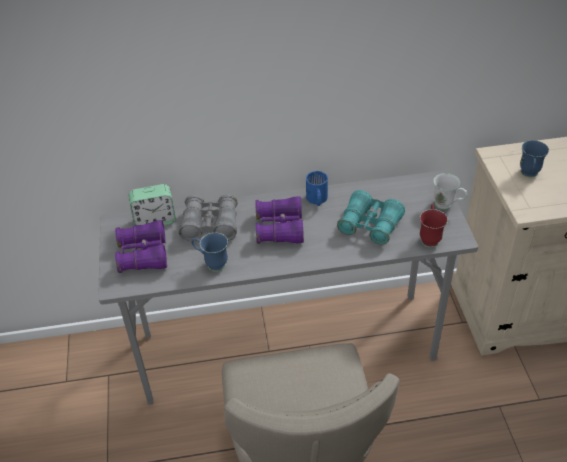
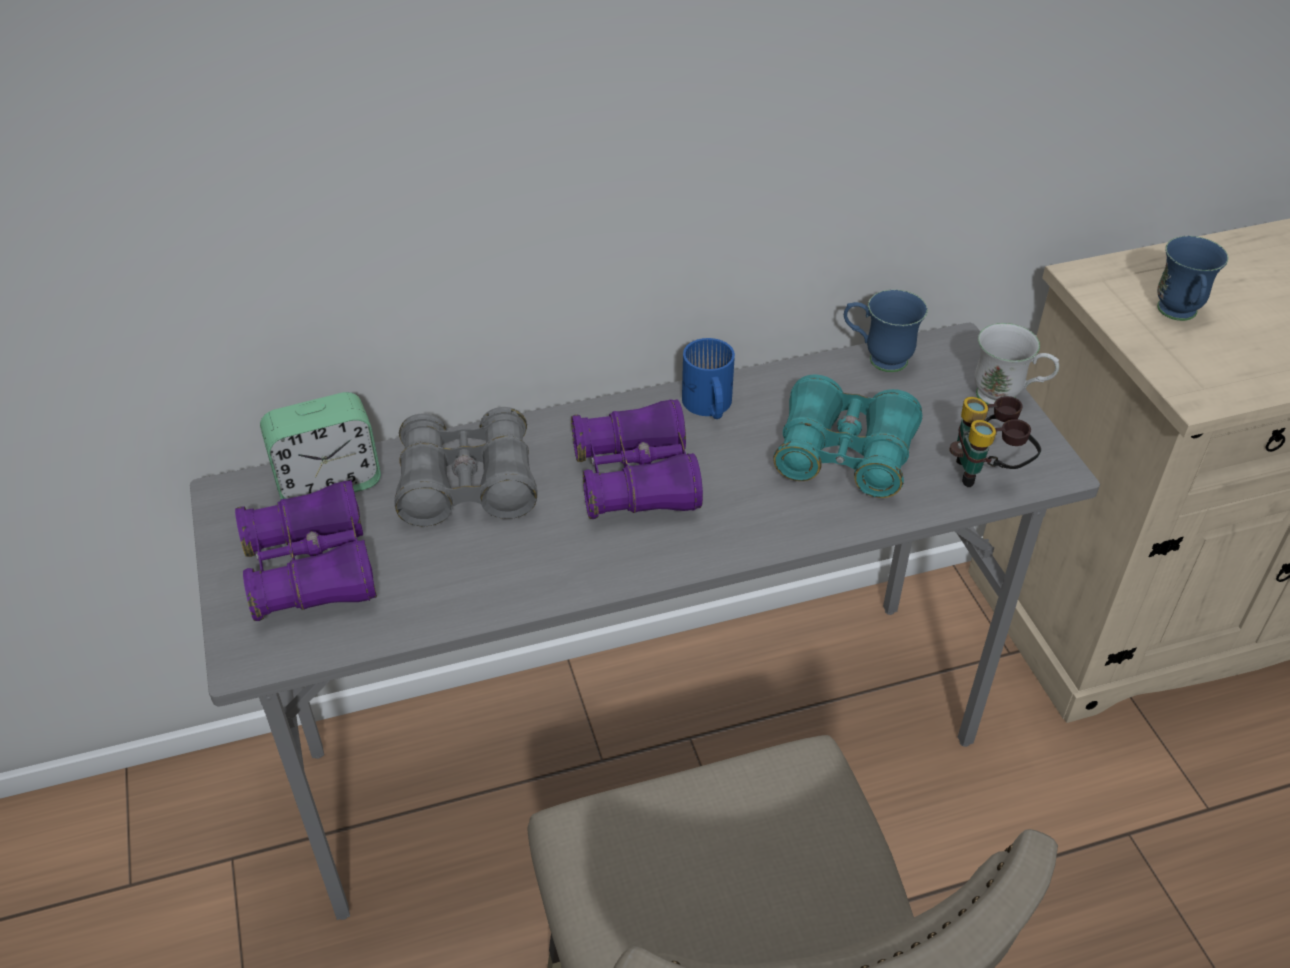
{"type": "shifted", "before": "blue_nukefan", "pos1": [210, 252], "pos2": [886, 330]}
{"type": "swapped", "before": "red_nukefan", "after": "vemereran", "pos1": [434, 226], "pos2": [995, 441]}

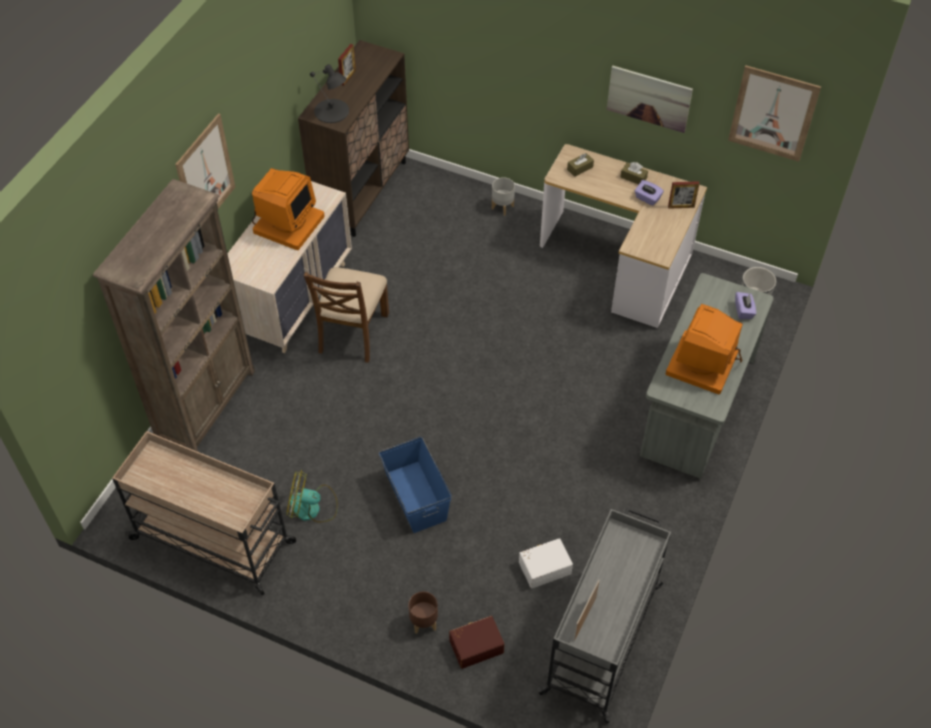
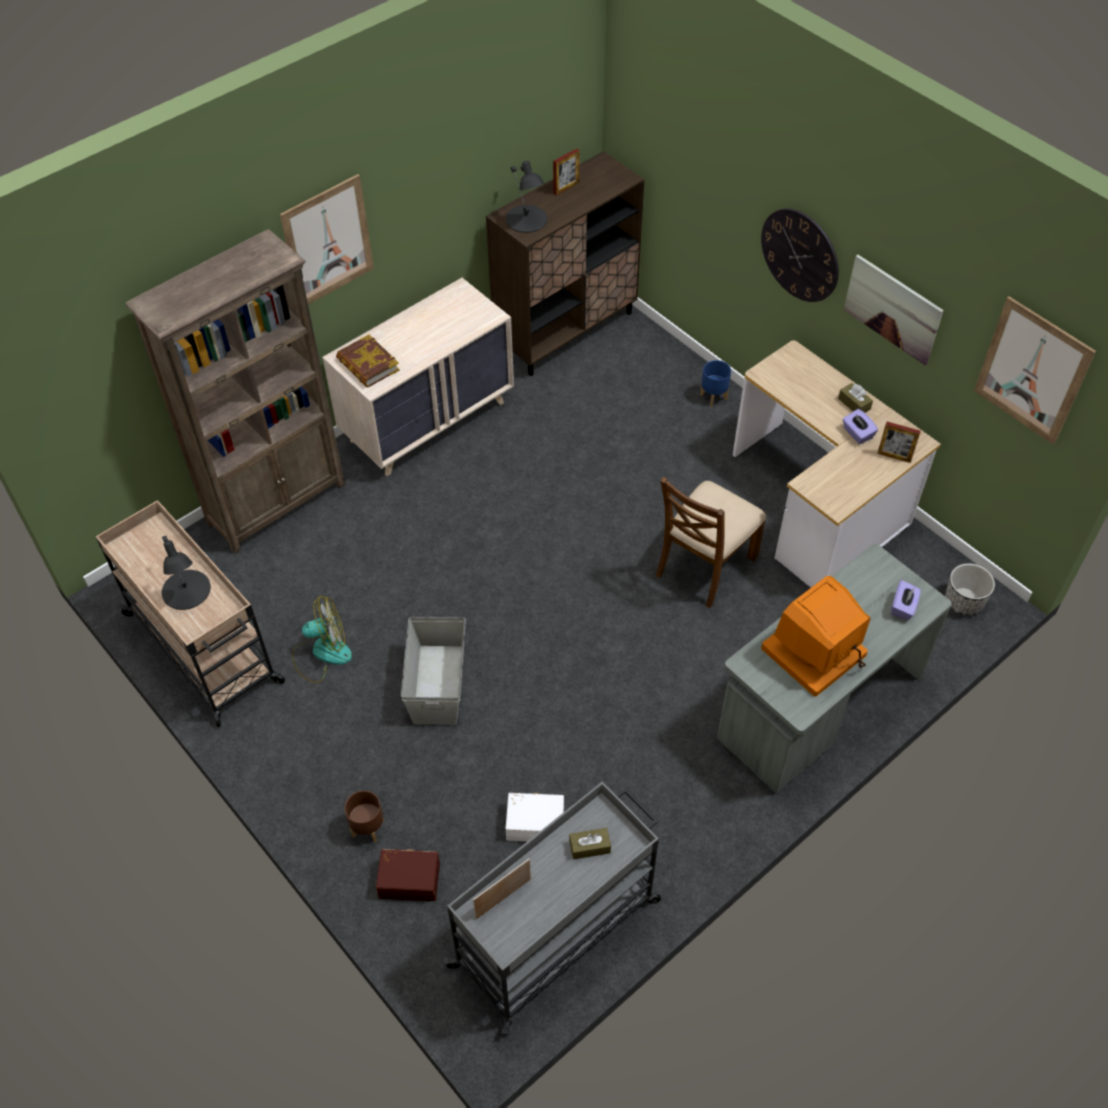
{"type": "gone", "before": "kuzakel", "pos1": [288, 209]}
{"type": "rotated", "before": "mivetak", "pos1": [312, 496], "pos2": [322, 639], "turn": 135}
{"type": "shifted", "before": "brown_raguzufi", "pos1": [346, 315], "pos2": [711, 542]}
{"type": "repainted", "before": "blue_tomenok", "after": "grey_tomenok", "pos1": [415, 485], "pos2": [433, 671]}
{"type": "repainted", "before": "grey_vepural", "after": "blue_vepural", "pos1": [503, 196], "pos2": [715, 383]}
{"type": "shifted", "before": "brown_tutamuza", "pos1": [580, 165], "pos2": [590, 844]}
{"type": "new", "after": "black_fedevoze", "pos2": [186, 573]}
{"type": "new", "after": "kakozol", "pos2": [368, 361]}
{"type": "new", "after": "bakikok", "pos2": [800, 255]}

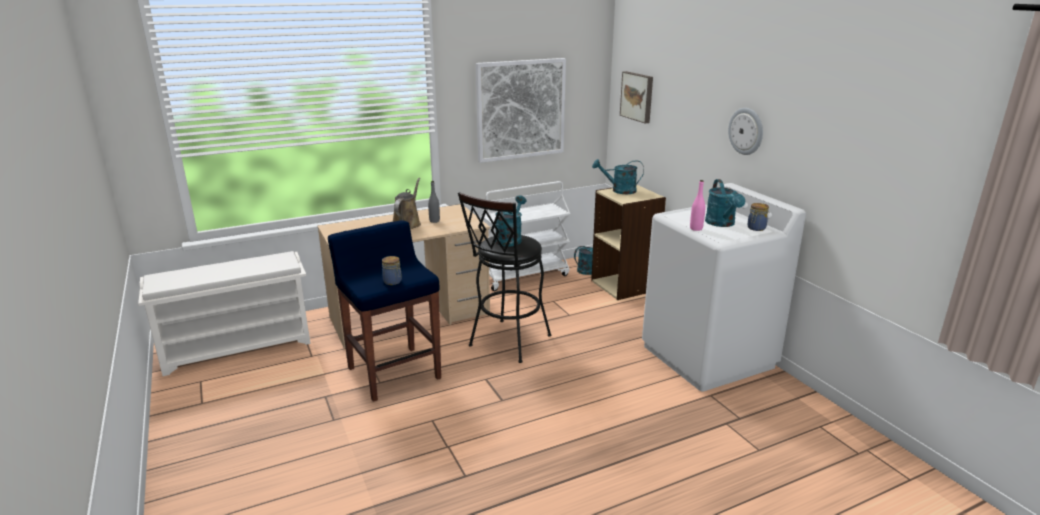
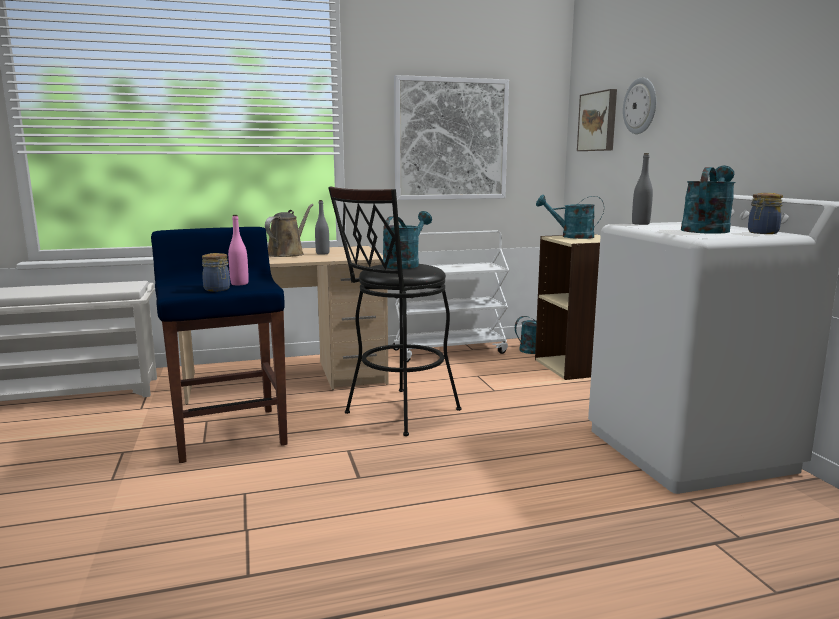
{"type": "shifted", "before": "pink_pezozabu", "pos1": [697, 205], "pos2": [238, 250]}
{"type": "rotated", "before": "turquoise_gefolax", "pos1": [725, 203], "pos2": [708, 200], "turn": -150}
{"type": "shifted", "before": "bakikok", "pos1": [745, 131], "pos2": [639, 105]}
{"type": "new", "after": "grey_pezozabu", "pos2": [642, 189]}

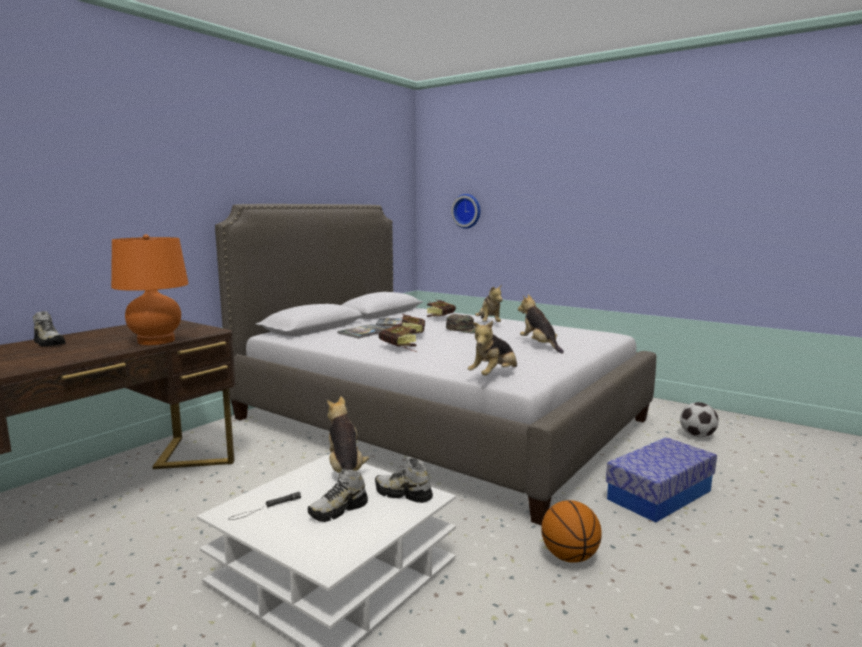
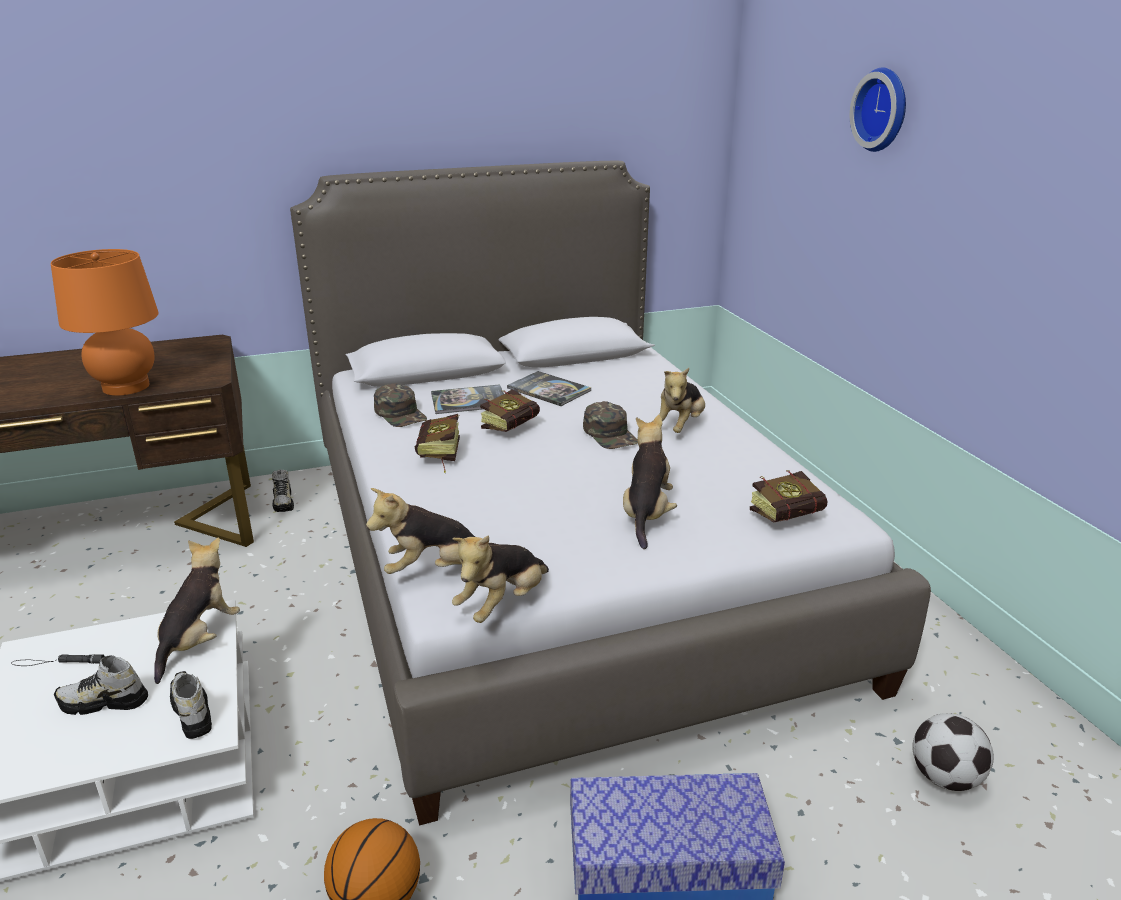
{"type": "shifted", "before": "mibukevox", "pos1": [49, 329], "pos2": [283, 491]}
{"type": "shifted", "before": "kakozol", "pos1": [441, 309], "pos2": [788, 496]}
{"type": "shifted", "before": "bakikok", "pos1": [465, 211], "pos2": [878, 109]}
{"type": "new", "after": "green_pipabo", "pos2": [400, 405]}
{"type": "new", "after": "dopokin", "pos2": [500, 579]}

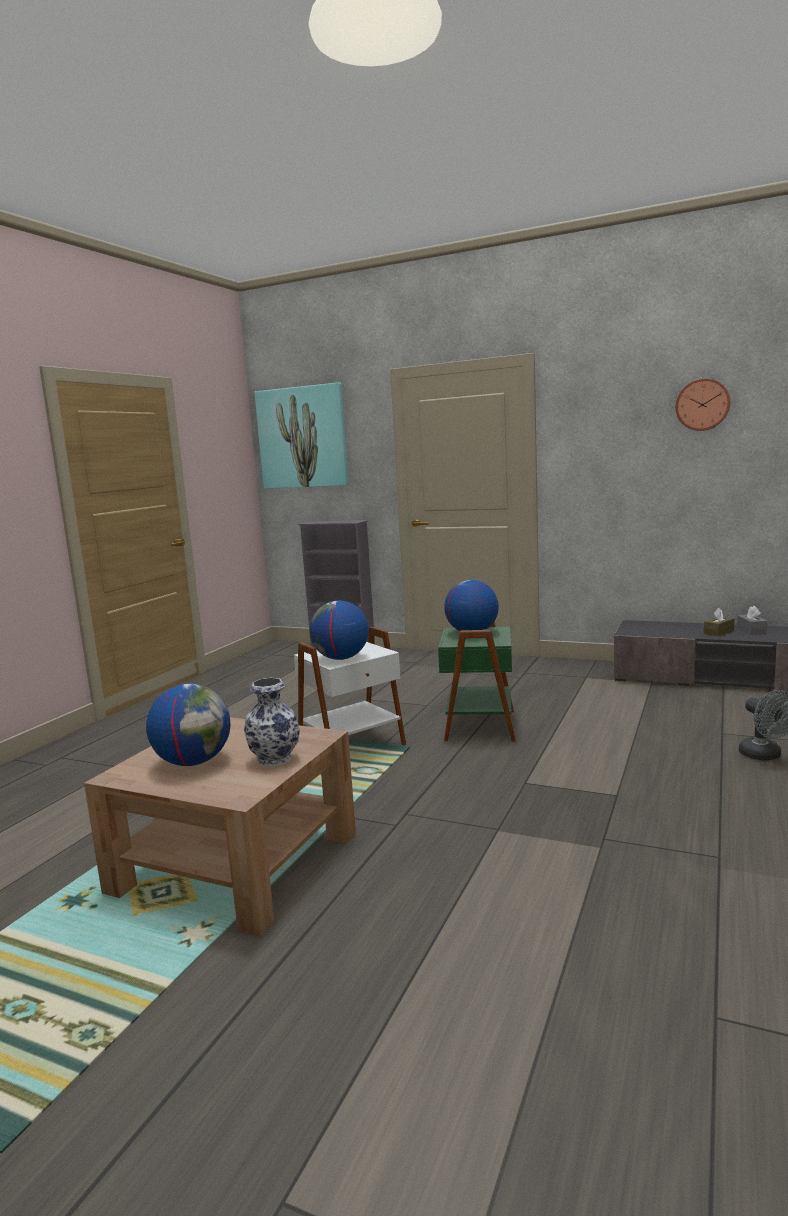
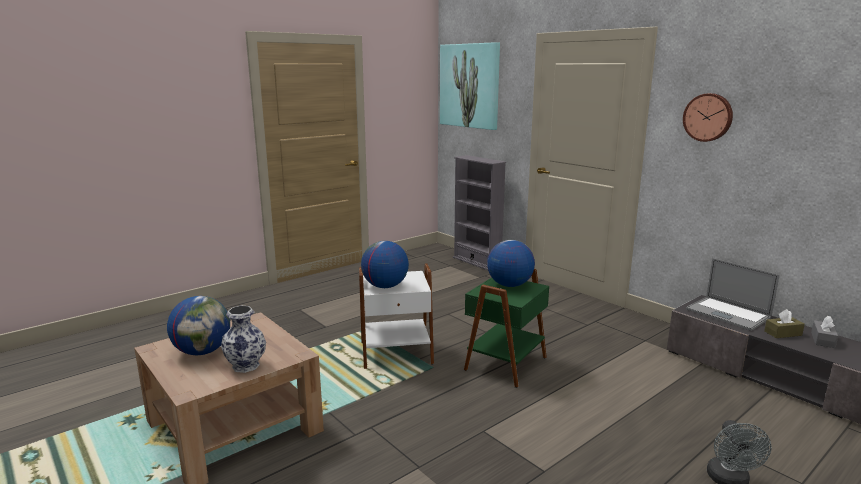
{"type": "shifted", "before": "bakikok", "pos1": [703, 404], "pos2": [708, 117]}
{"type": "new", "after": "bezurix", "pos2": [732, 294]}

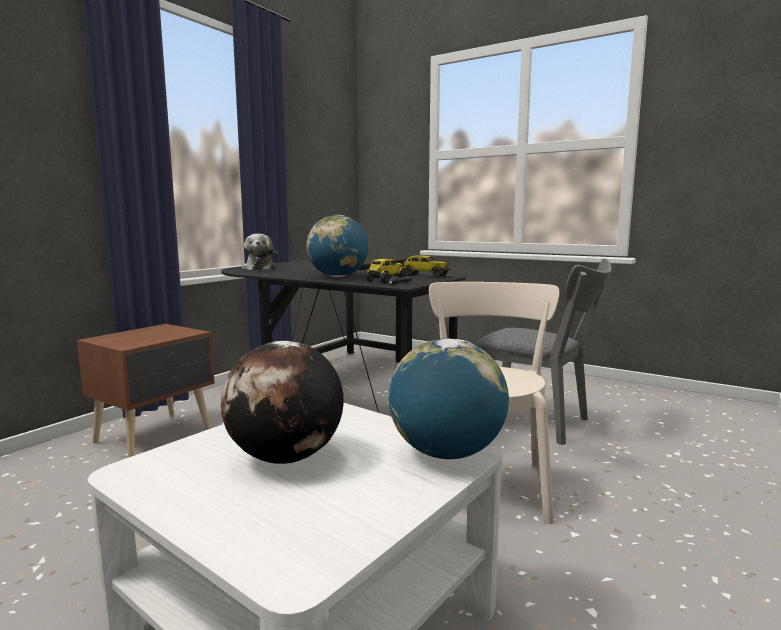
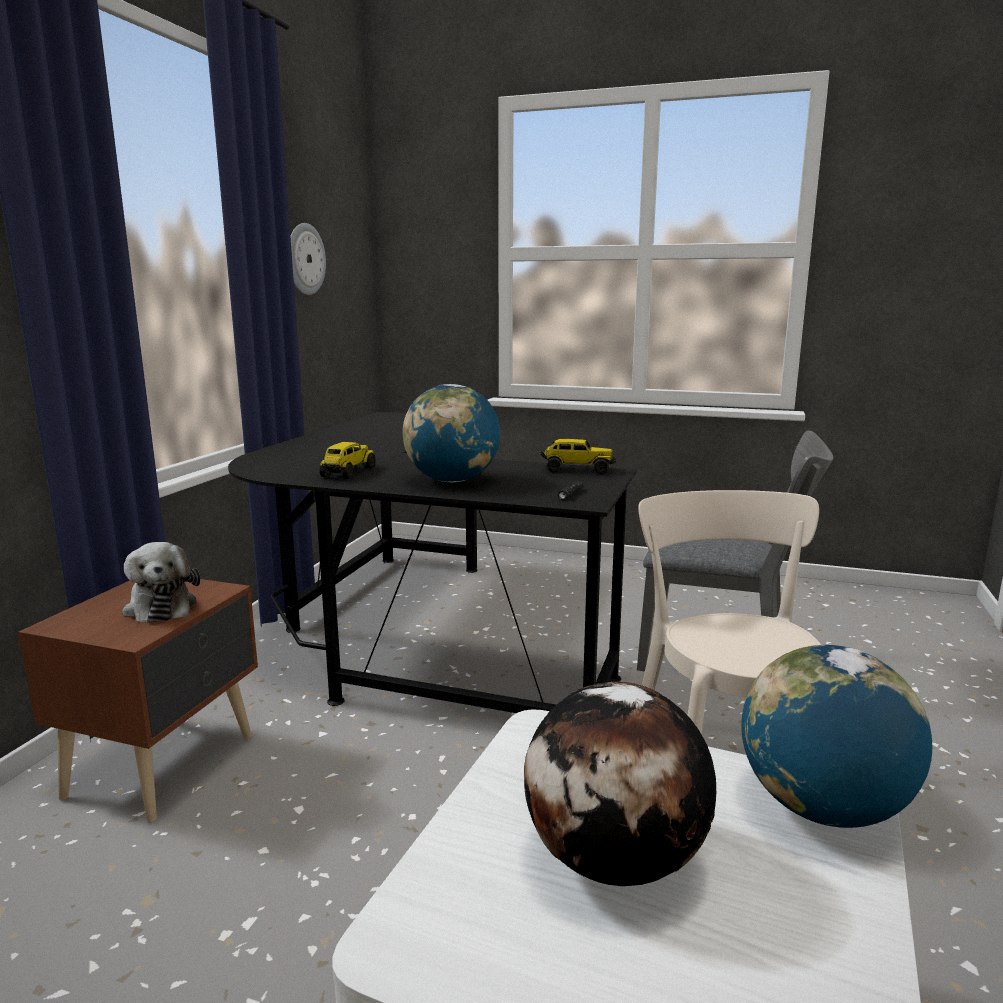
{"type": "shifted", "before": "dopokin", "pos1": [260, 252], "pos2": [161, 582]}
{"type": "shifted", "before": "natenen", "pos1": [386, 271], "pos2": [348, 460]}
{"type": "new", "after": "bakikok", "pos2": [308, 259]}

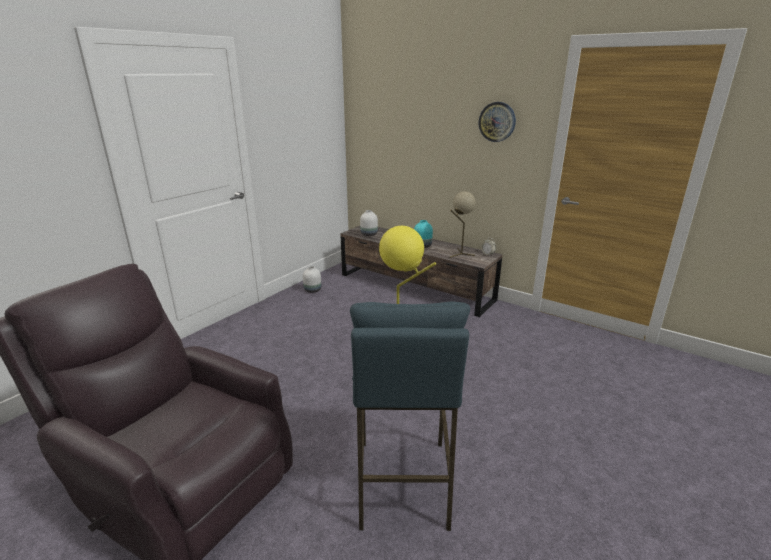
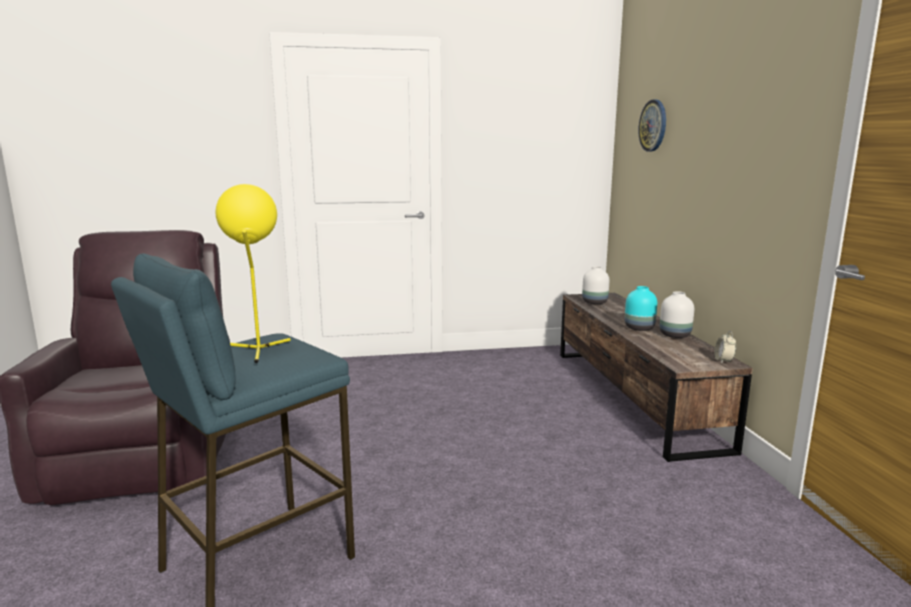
{"type": "shifted", "before": "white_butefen", "pos1": [312, 279], "pos2": [677, 314]}
{"type": "gone", "before": "beige_fedevoze", "pos1": [462, 224]}
{"type": "shifted", "before": "bakikok", "pos1": [497, 122], "pos2": [652, 125]}

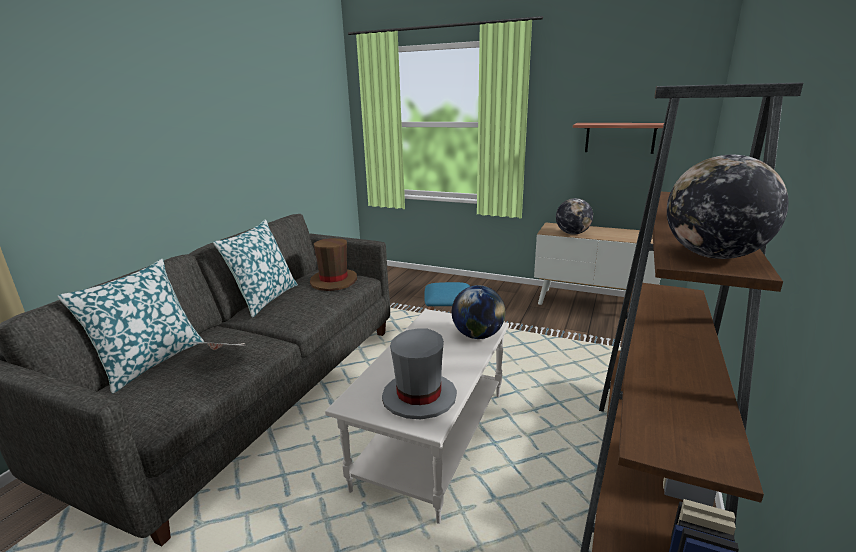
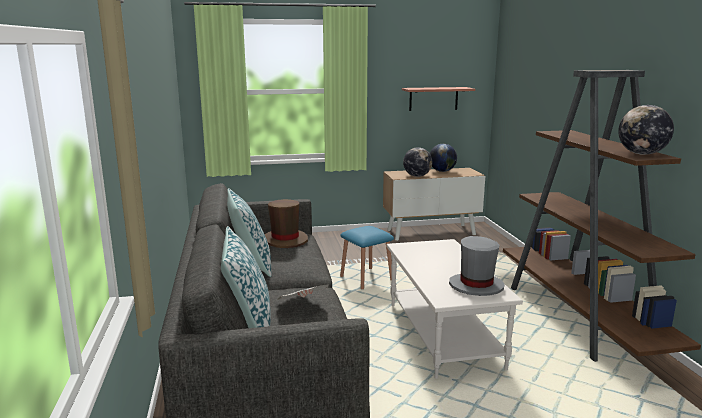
{"type": "shifted", "before": "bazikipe", "pos1": [478, 312], "pos2": [443, 158]}

